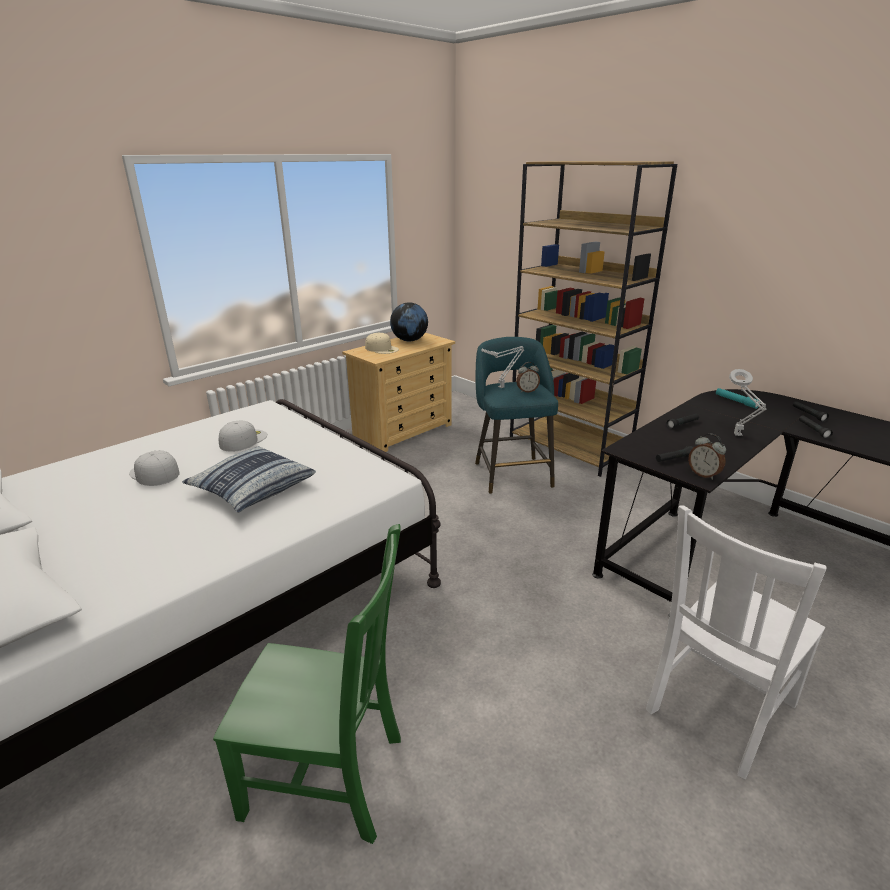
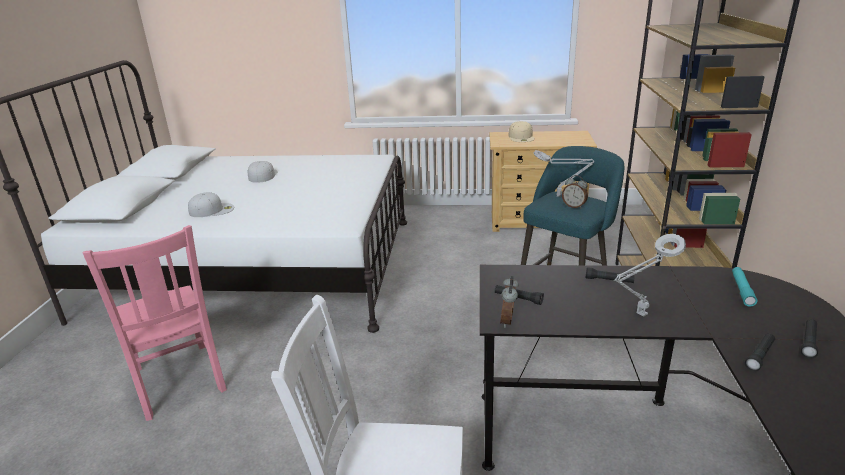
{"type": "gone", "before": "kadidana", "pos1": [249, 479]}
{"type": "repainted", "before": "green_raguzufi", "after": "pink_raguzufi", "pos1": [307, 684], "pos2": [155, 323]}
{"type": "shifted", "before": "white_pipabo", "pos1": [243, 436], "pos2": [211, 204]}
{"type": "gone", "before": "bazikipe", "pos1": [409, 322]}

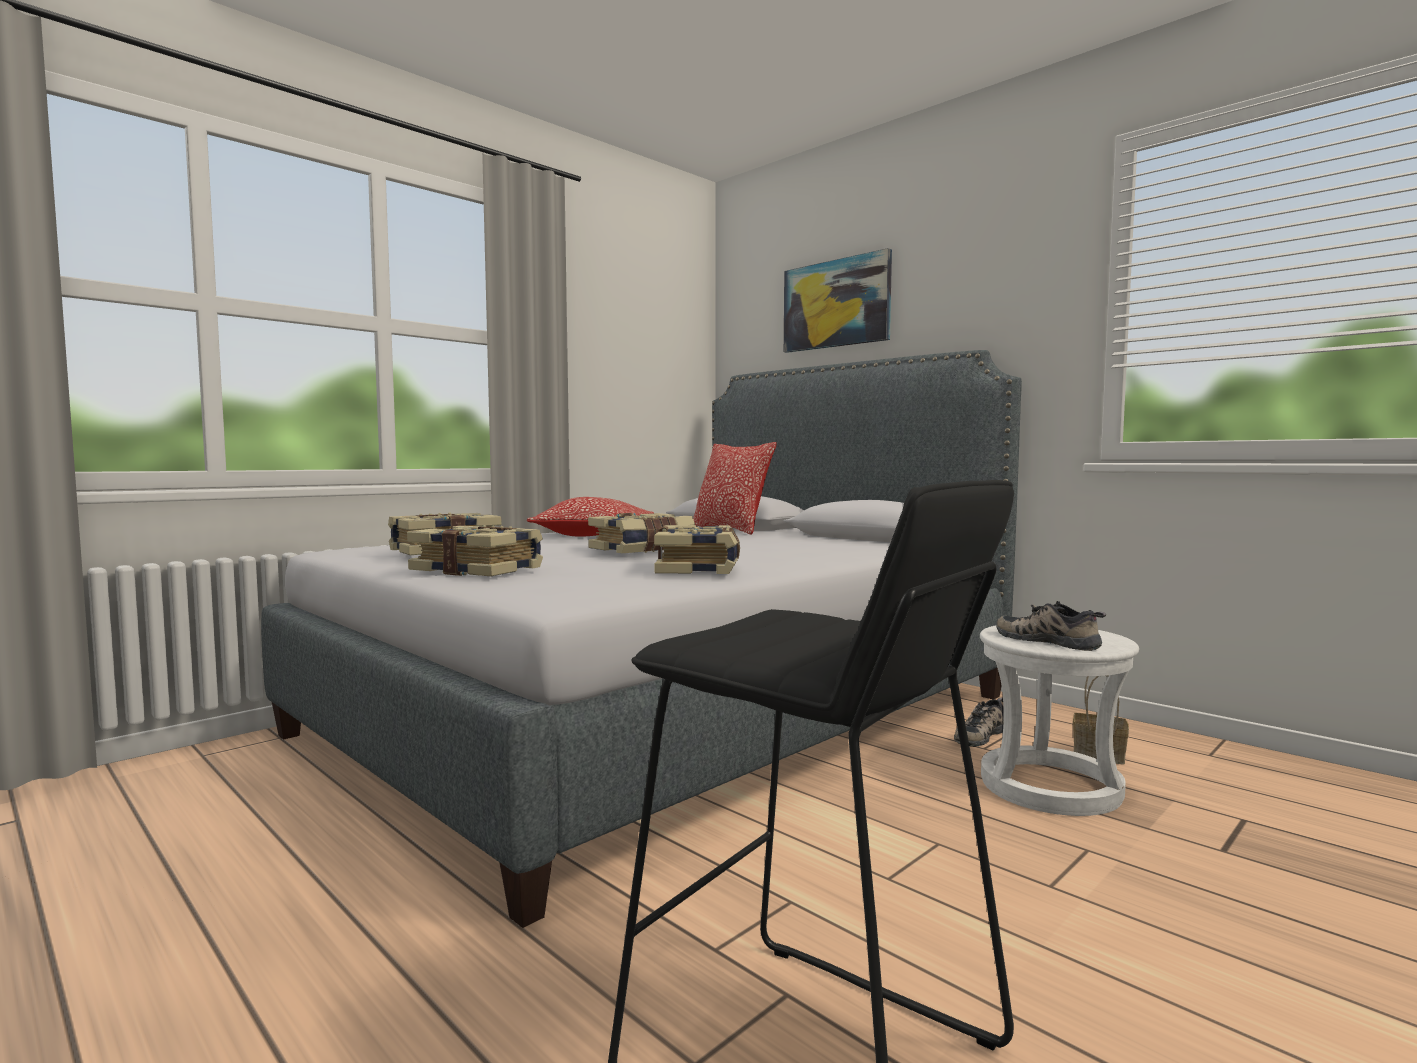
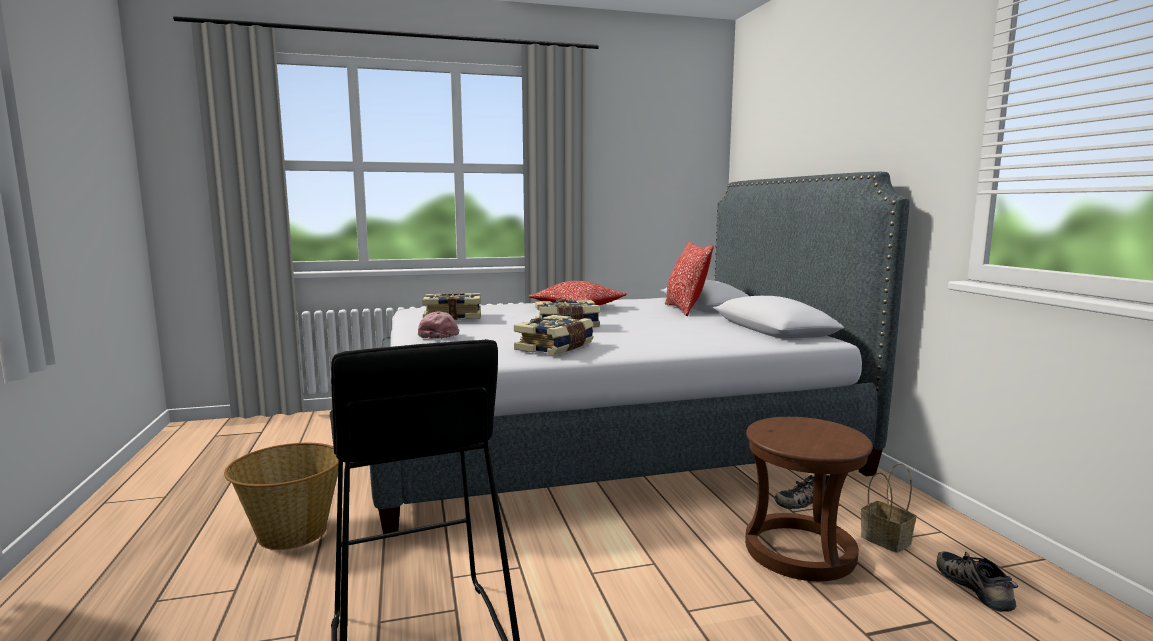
{"type": "swapped", "before": "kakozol", "after": "pink_pipabo", "pos1": [475, 550], "pos2": [438, 325]}
{"type": "gone", "before": "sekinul", "pos1": [838, 300]}
{"type": "repainted", "before": "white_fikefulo", "after": "brown_fikefulo", "pos1": [1059, 720], "pos2": [809, 499]}
{"type": "shifted", "before": "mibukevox", "pos1": [1051, 626], "pos2": [977, 581]}
{"type": "new", "after": "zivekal", "pos2": [281, 496]}

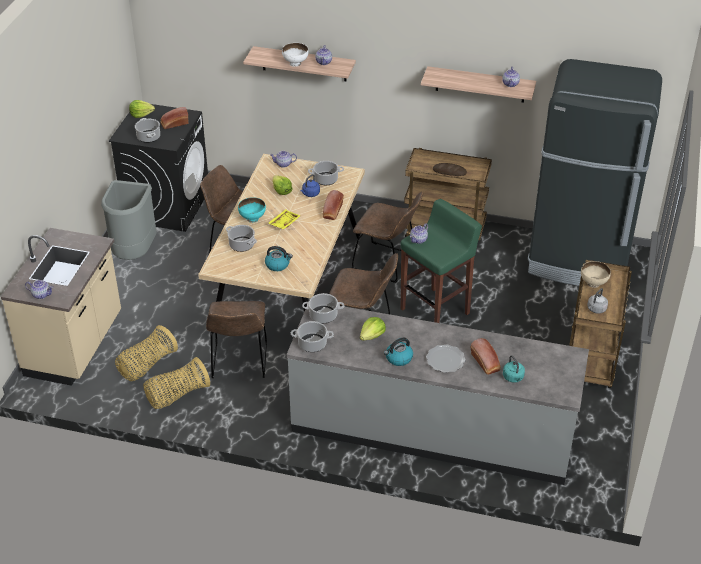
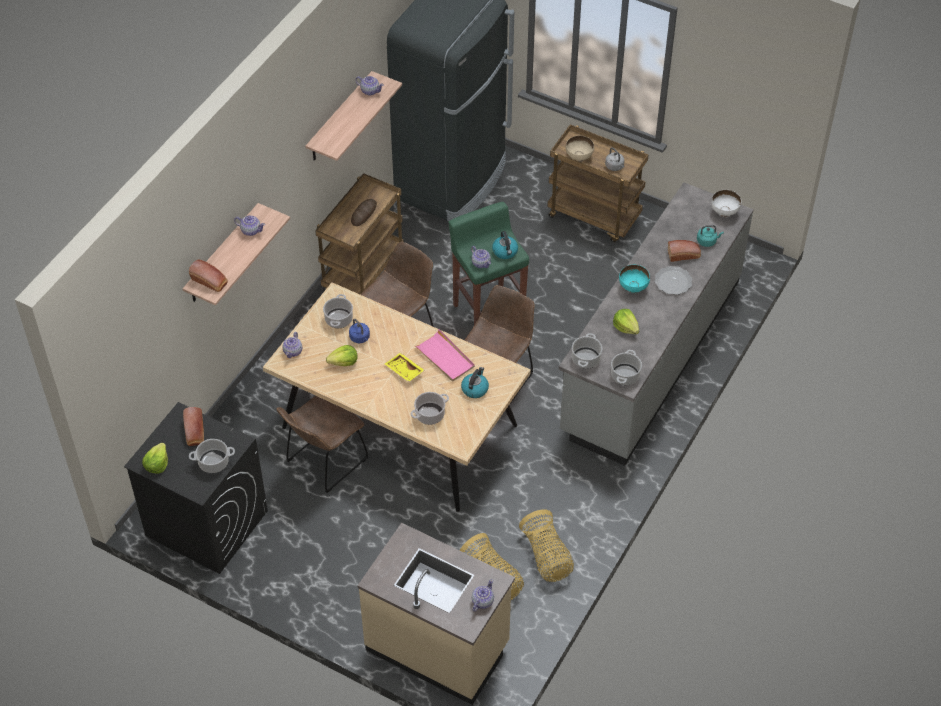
{"type": "gone", "before": "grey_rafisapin", "pos1": [129, 220]}
{"type": "gone", "before": "brown_raguzufi", "pos1": [236, 339]}
{"type": "shifted", "before": "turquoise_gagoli", "pos1": [252, 210], "pos2": [634, 279]}
{"type": "shifted", "before": "white_gagoli", "pos1": [295, 55], "pos2": [726, 204]}
{"type": "shifted", "before": "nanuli", "pos1": [333, 205], "pos2": [208, 275]}
{"type": "shifted", "before": "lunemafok", "pos1": [398, 352], "pos2": [505, 245]}
{"type": "new", "after": "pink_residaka", "pos2": [444, 355]}

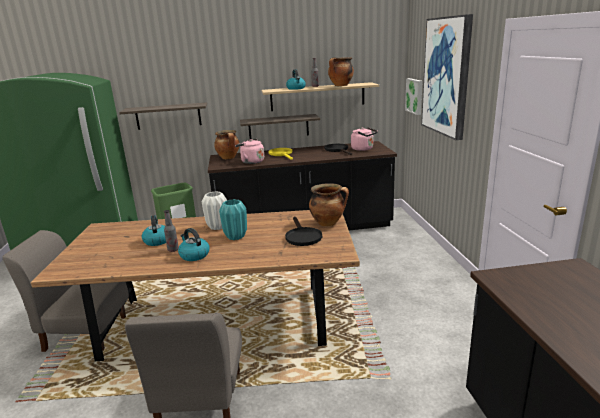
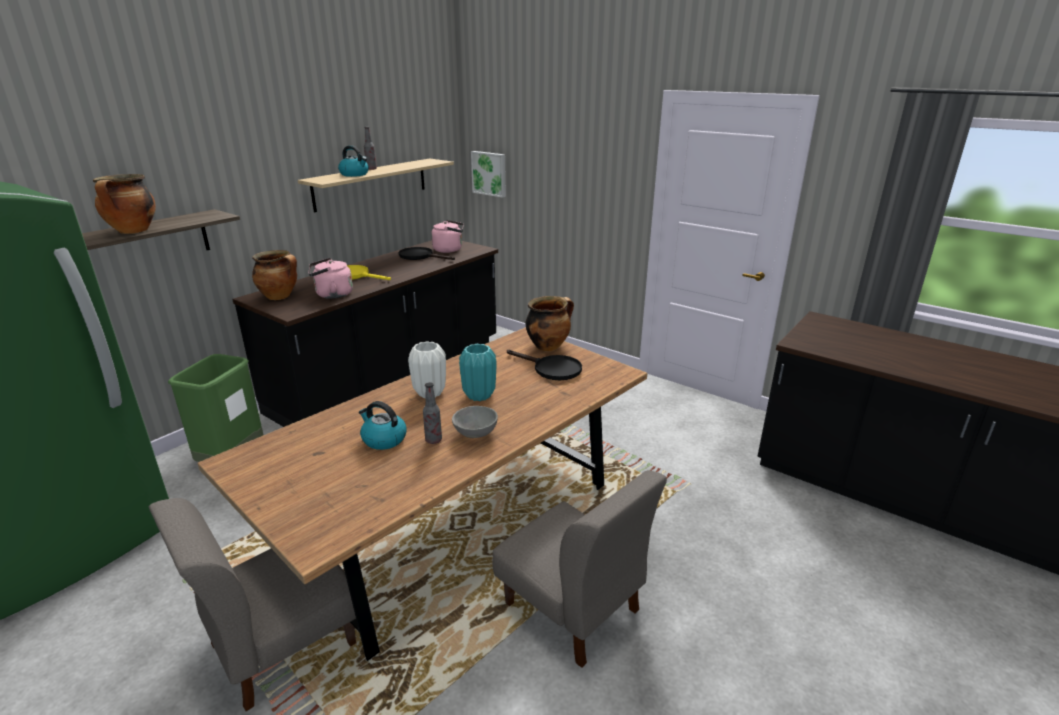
{"type": "swapped", "before": "lunemafok", "after": "grey_gagoli", "pos1": [194, 244], "pos2": [475, 422]}
{"type": "gone", "before": "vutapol", "pos1": [280, 126]}
{"type": "shifted", "before": "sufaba", "pos1": [341, 71], "pos2": [124, 204]}
{"type": "gone", "before": "sekinul", "pos1": [447, 77]}

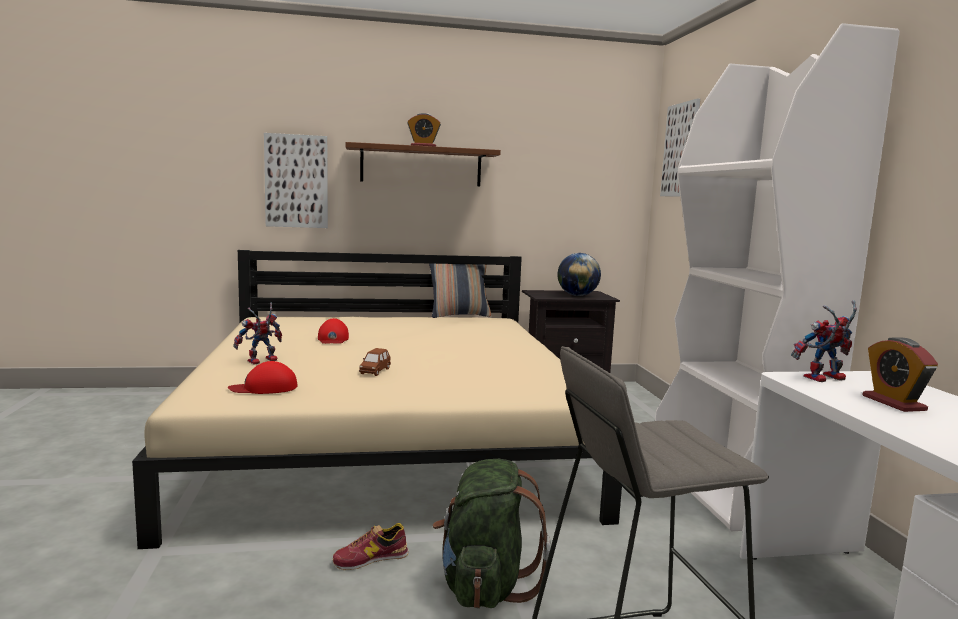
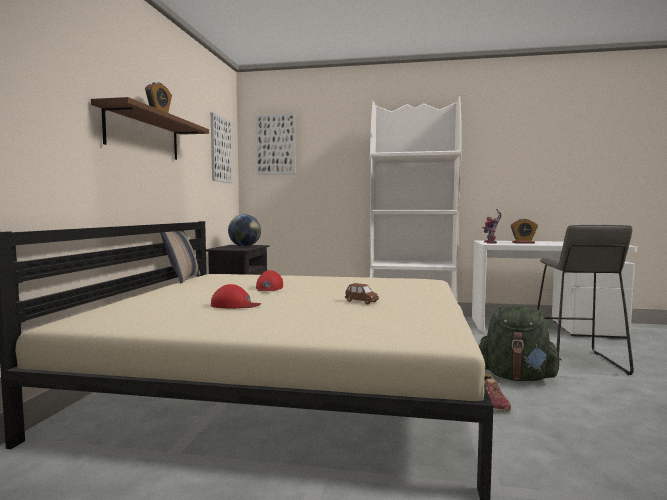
{"type": "shifted", "before": "red_pipabo", "pos1": [262, 377], "pos2": [269, 280]}
{"type": "gone", "before": "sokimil", "pos1": [257, 333]}
{"type": "shifted", "before": "sekinul", "pos1": [296, 180], "pos2": [221, 147]}

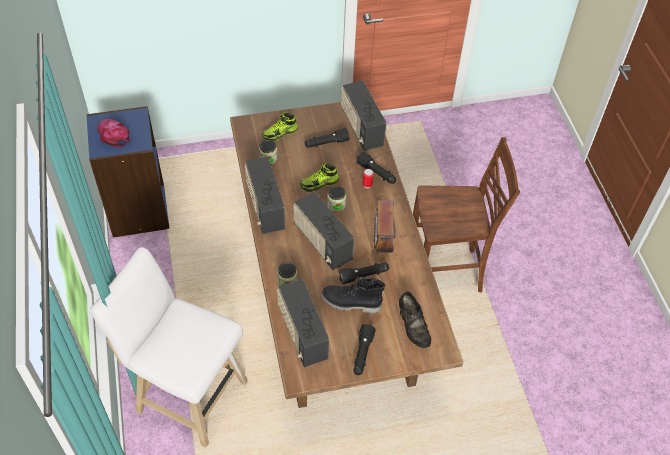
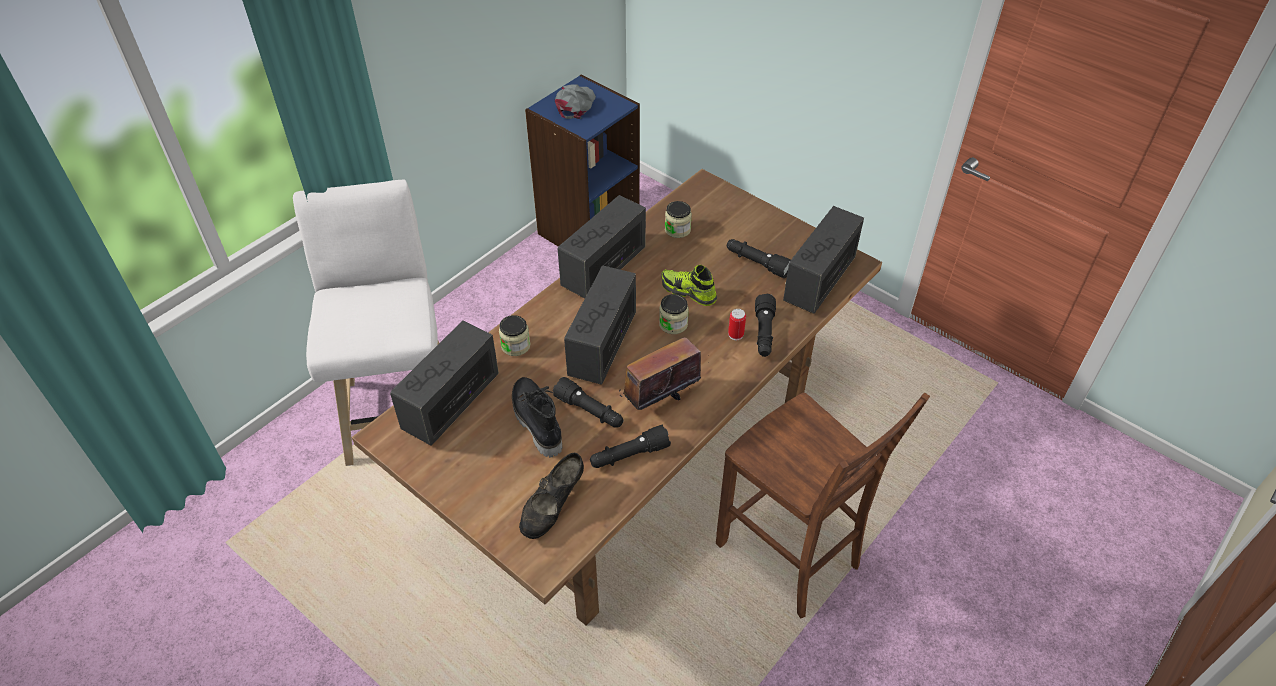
{"type": "repainted", "before": "pink_pipabo", "after": "grey_pipabo", "pos1": [114, 133], "pos2": [575, 101]}
{"type": "gone", "before": "mibukevox", "pos1": [280, 126]}
{"type": "shifted", "before": "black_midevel", "pos1": [364, 349], "pos2": [630, 446]}

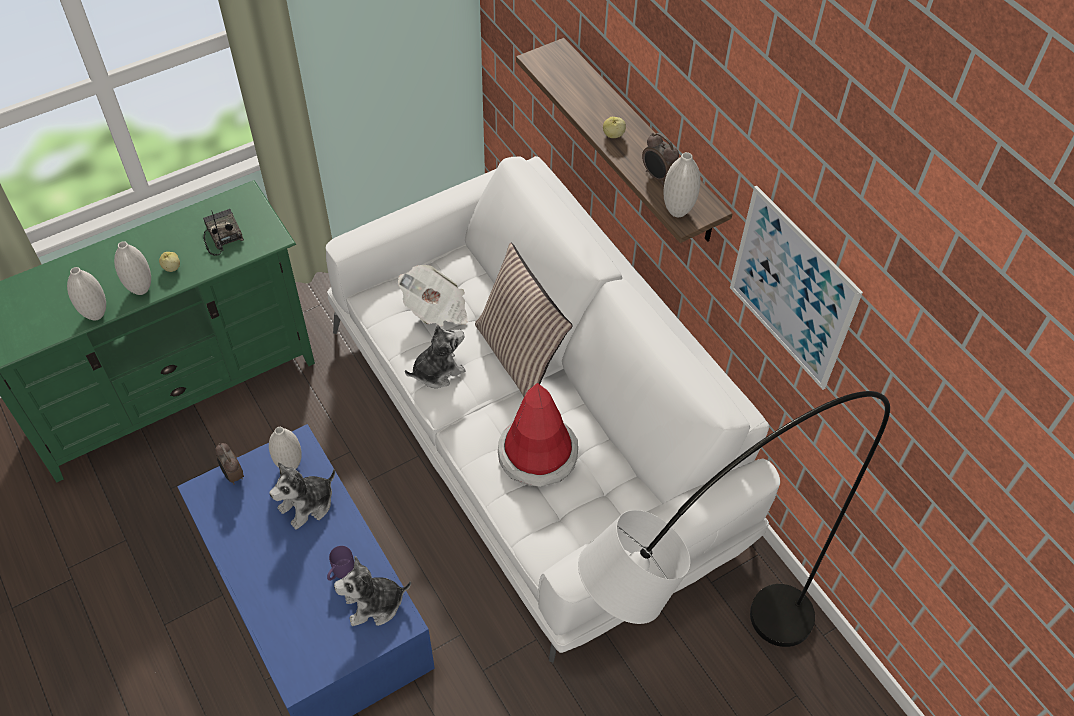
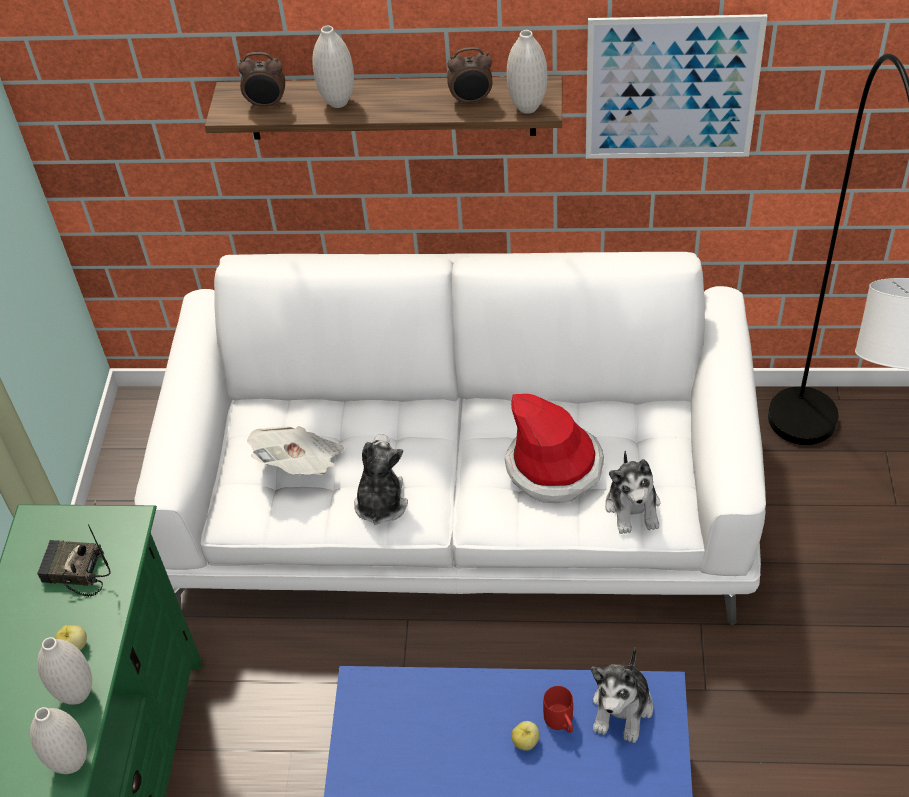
{"type": "shifted", "before": "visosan", "pos1": [229, 464], "pos2": [261, 80]}
{"type": "shifted", "before": "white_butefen", "pos1": [285, 448], "pos2": [333, 67]}
{"type": "shifted", "before": "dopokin", "pos1": [302, 496], "pos2": [632, 492]}
{"type": "repainted", "before": "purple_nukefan", "after": "red_nukefan", "pos1": [340, 563], "pos2": [558, 709]}
{"type": "gone", "before": "kadidana", "pos1": [523, 320]}
{"type": "shifted", "before": "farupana", "pos1": [614, 127], "pos2": [525, 736]}

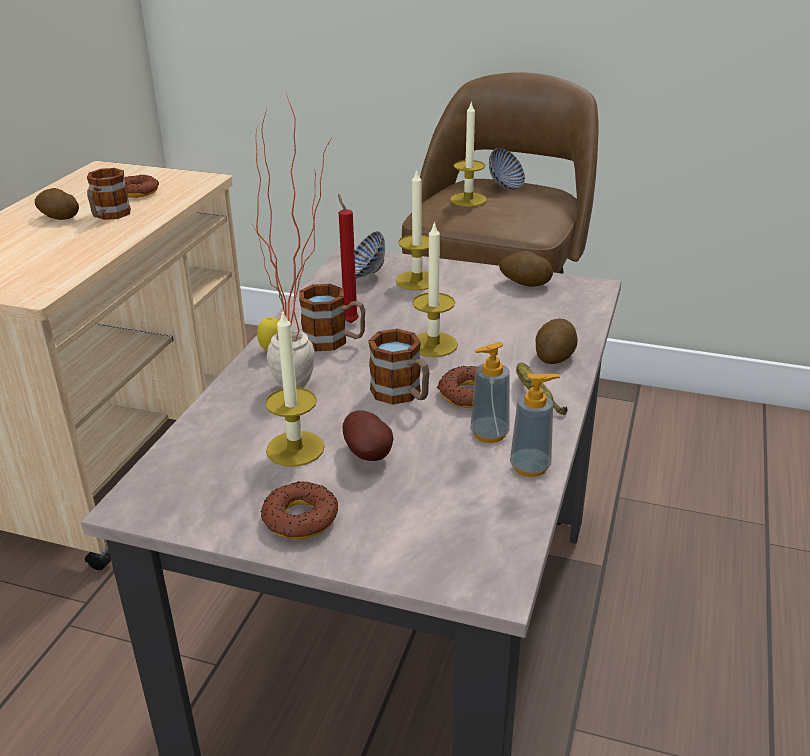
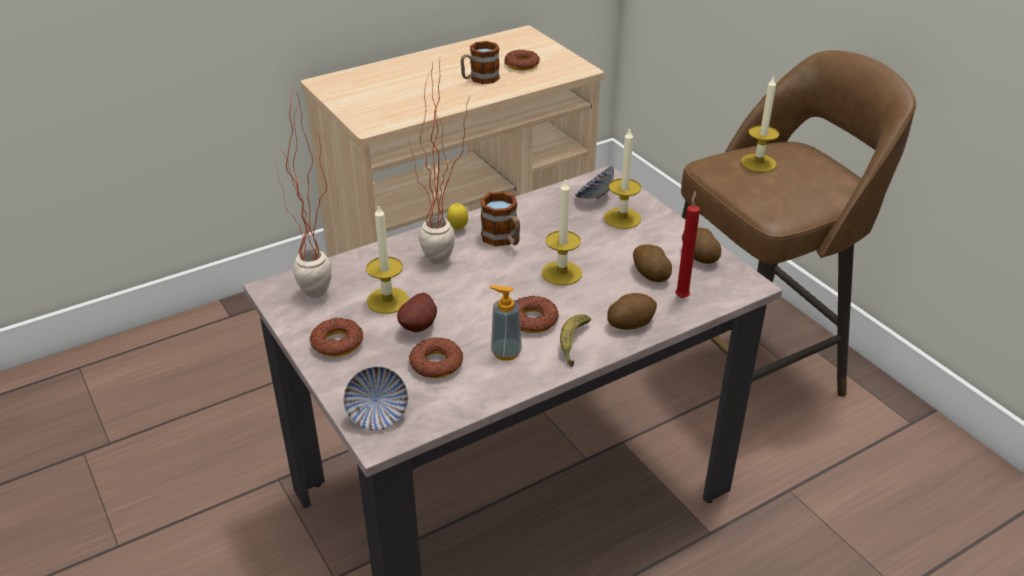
{"type": "shifted", "before": "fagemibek", "pos1": [57, 204], "pos2": [652, 263]}
{"type": "shifted", "before": "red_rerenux", "pos1": [348, 258], "pos2": [687, 244]}
{"type": "gone", "before": "nukefan", "pos1": [398, 367]}
{"type": "shifted", "before": "gagoli", "pos1": [507, 169], "pos2": [375, 398]}
{"type": "gone", "before": "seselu", "pos1": [535, 425]}
{"type": "new", "after": "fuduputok", "pos2": [304, 191]}
{"type": "new", "after": "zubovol", "pos2": [436, 357]}

